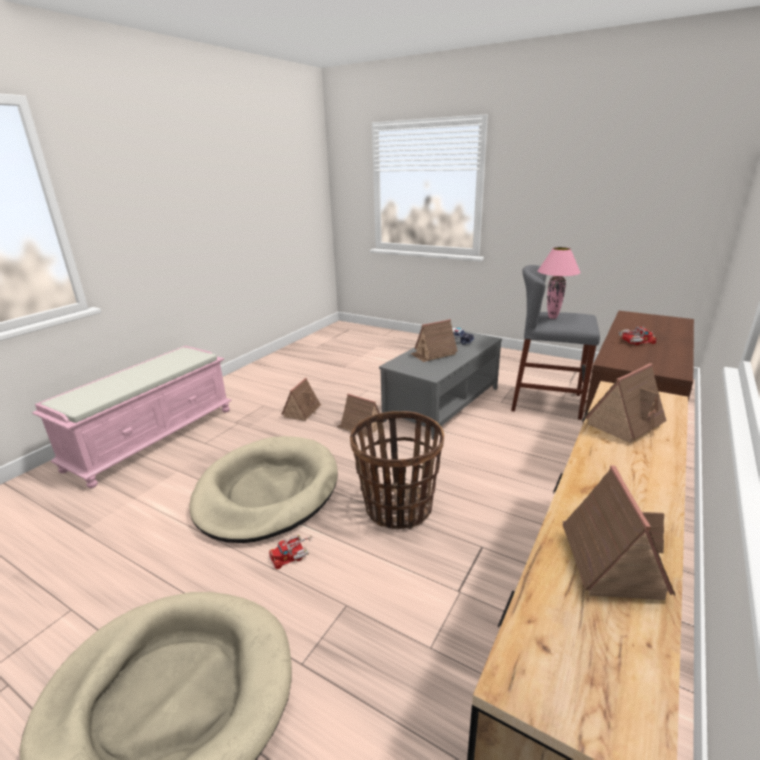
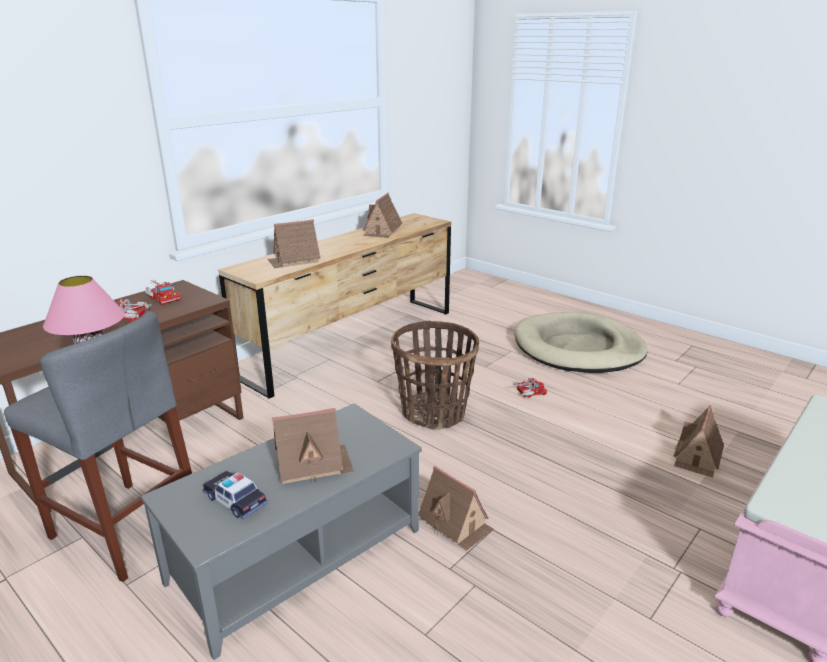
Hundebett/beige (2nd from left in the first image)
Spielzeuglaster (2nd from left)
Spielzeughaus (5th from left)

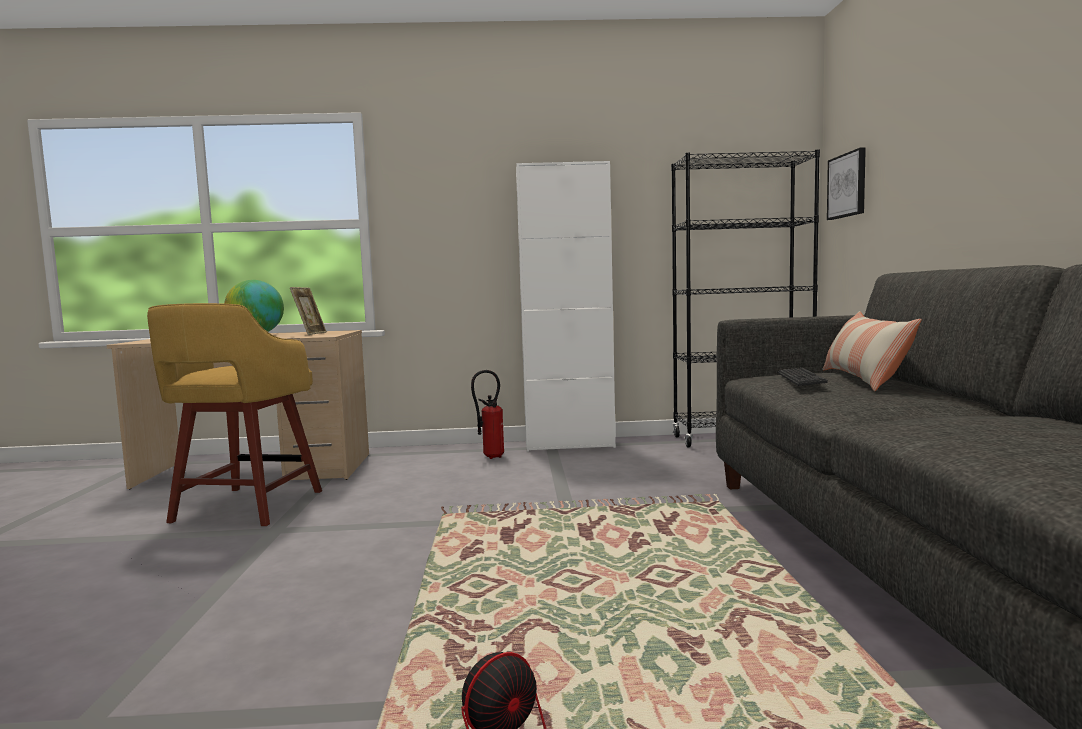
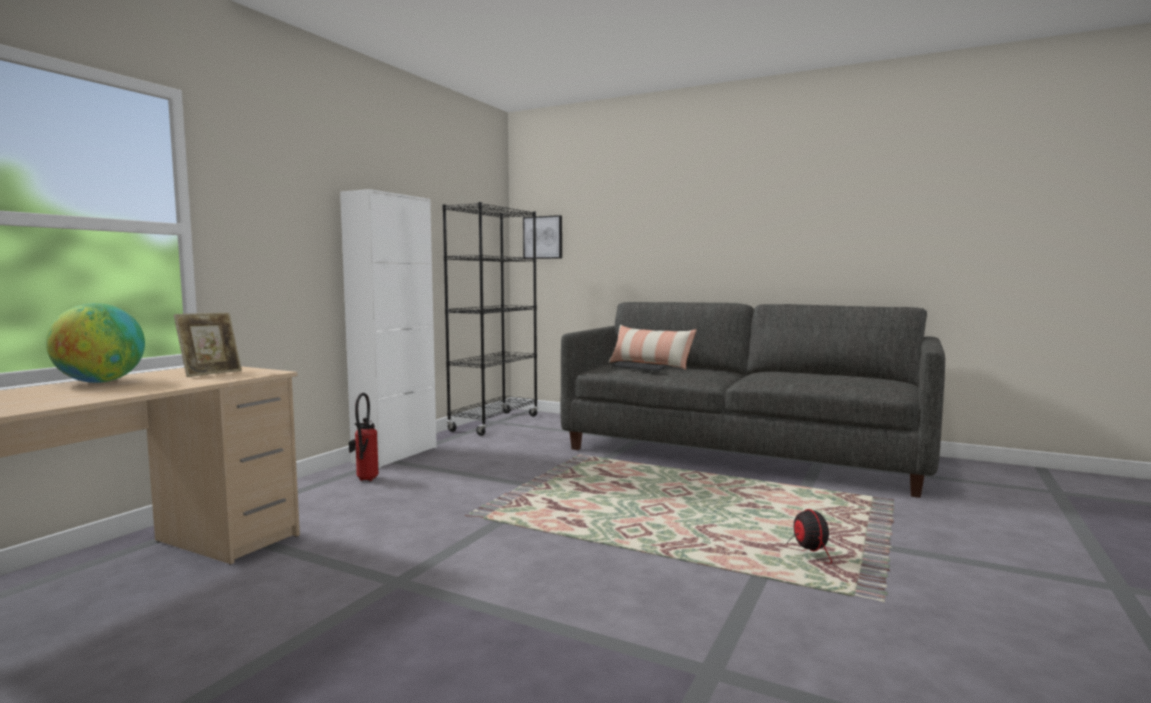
Hocker/gelb
Bilderrahmen

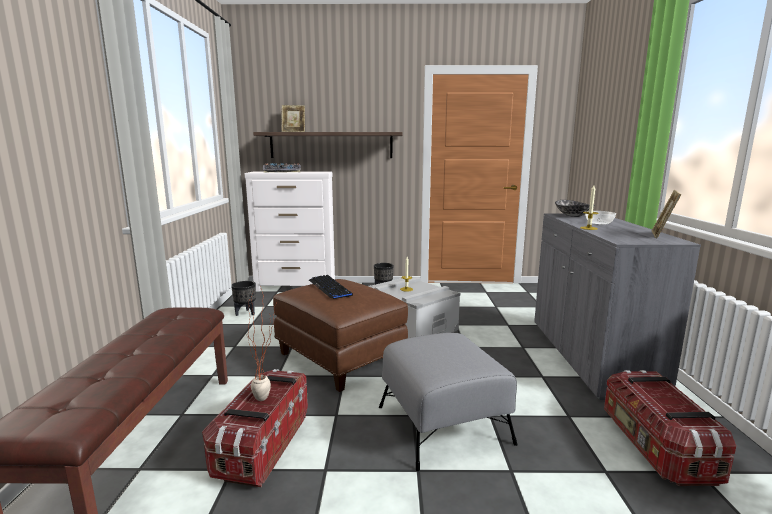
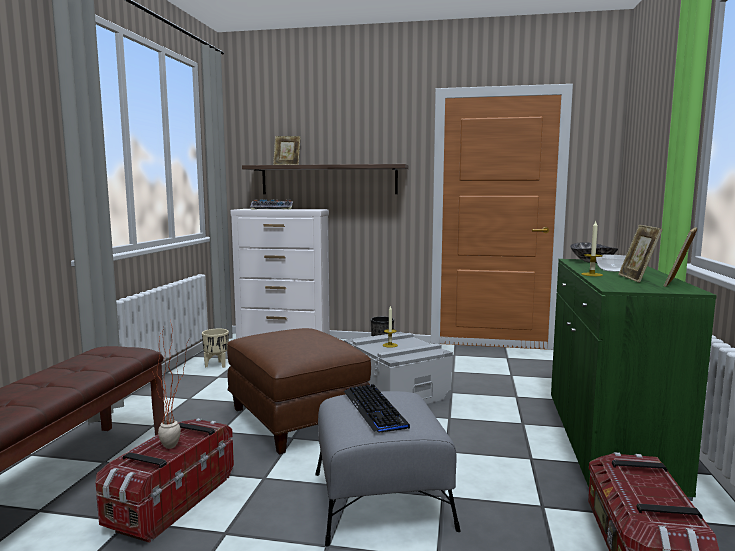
Bilderrahmen (2nd from left)
Tastatur (2nd from left)
Pflanzkübel/beige
Schrank/grün

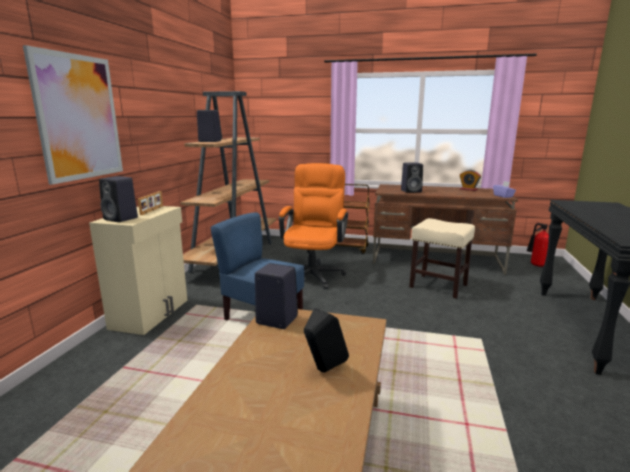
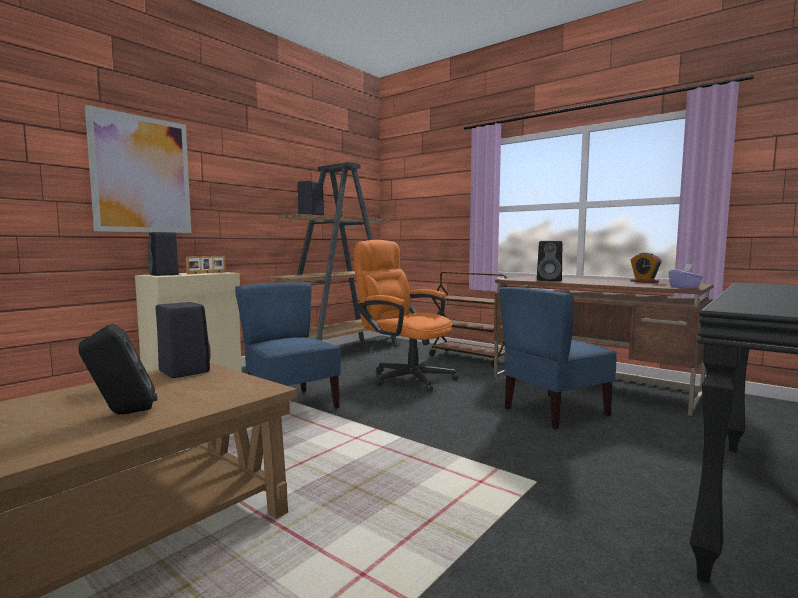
Feuerlöscher
Stuhl/blau (2nd from left)
Bürostuhl/orange

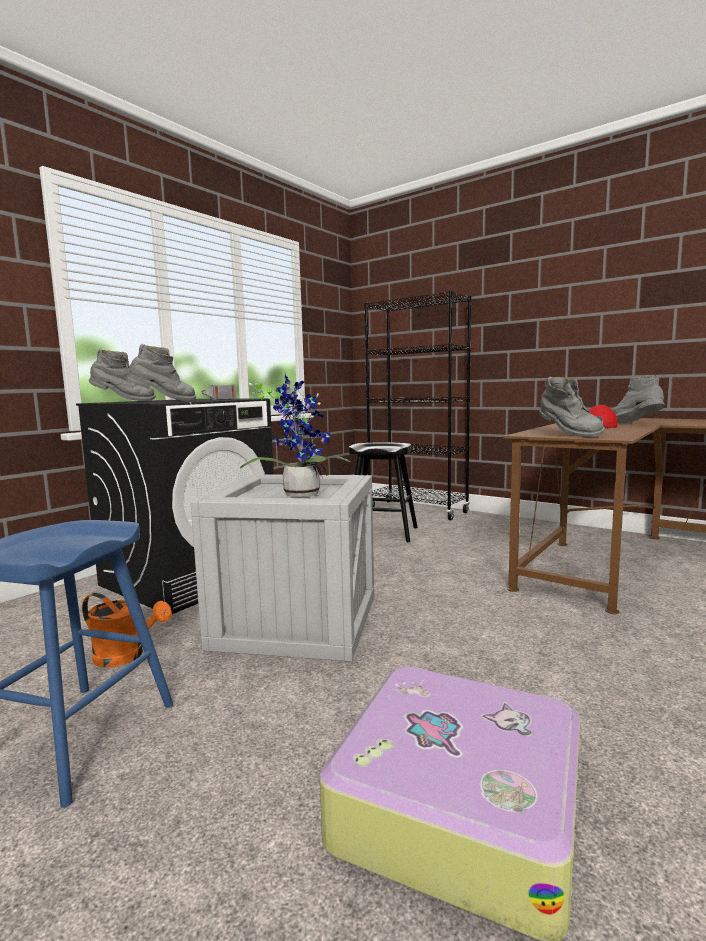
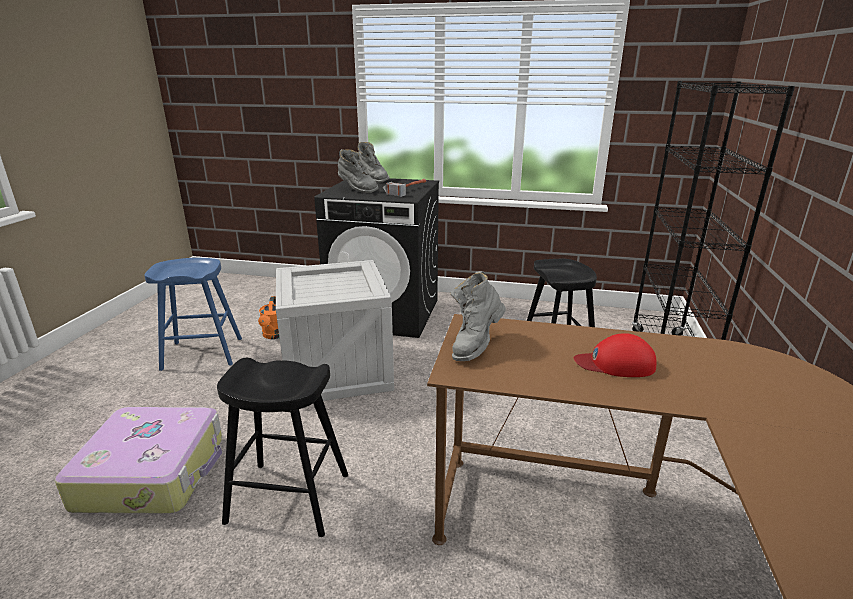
Topfpflanze
Stiefel/grau (4th from left in the first image)
Hocker/schwarz (1st from left)

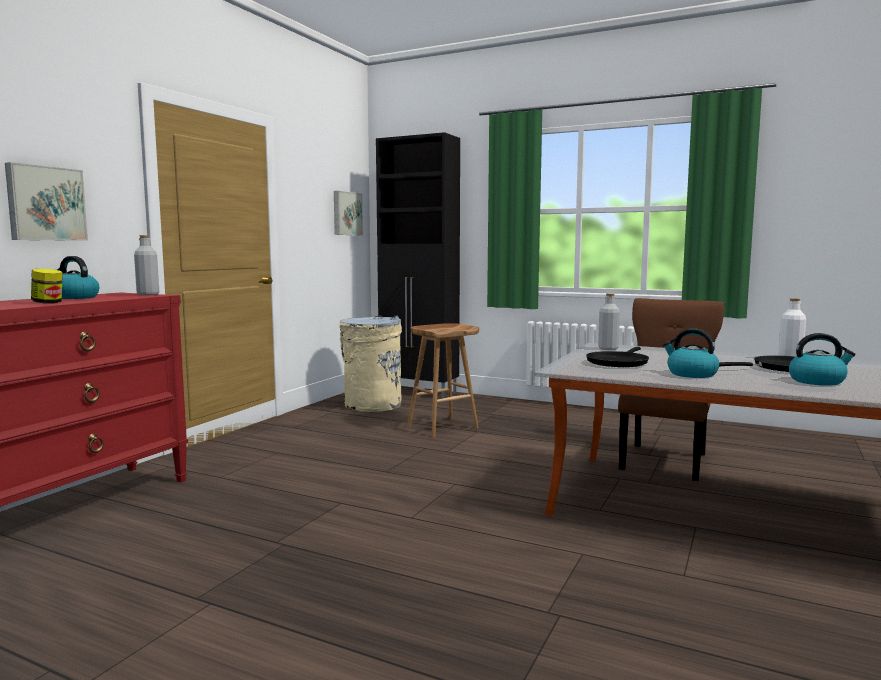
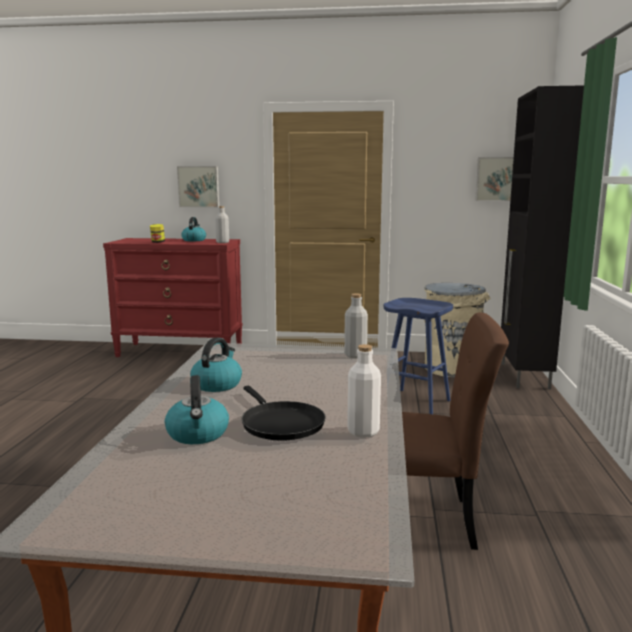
Pfanne/schwarz (1st from left in the first image)
Hocker/blau

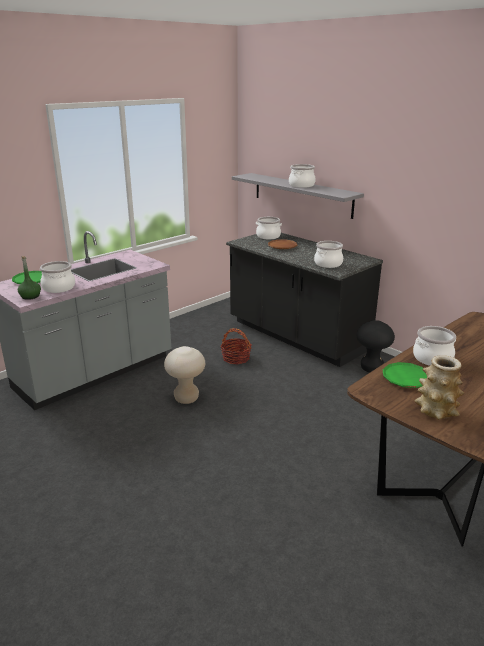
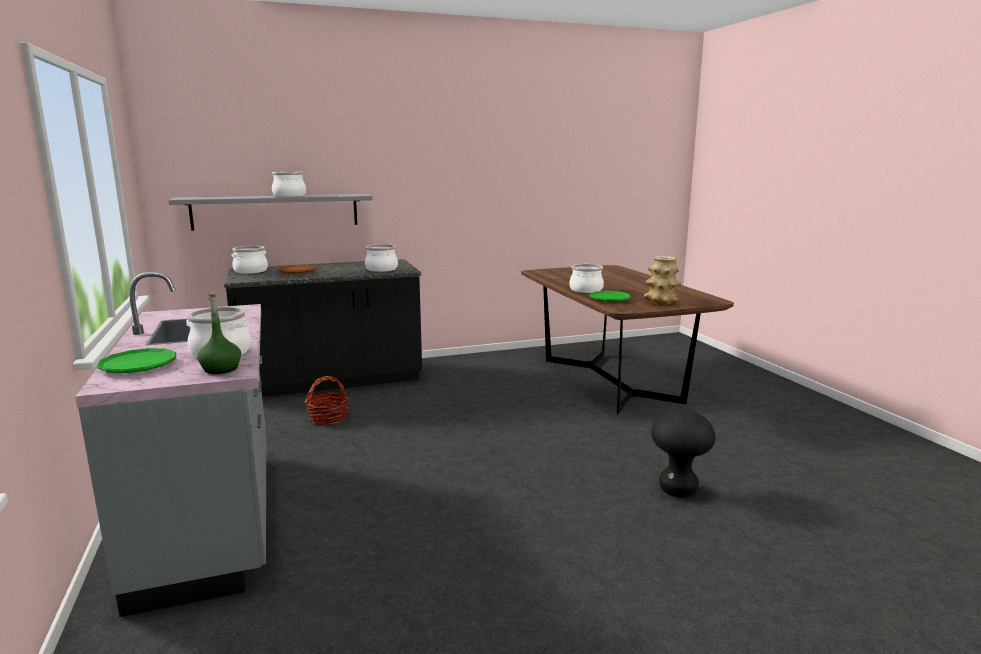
Hocker/beige
Hocker/schwarz

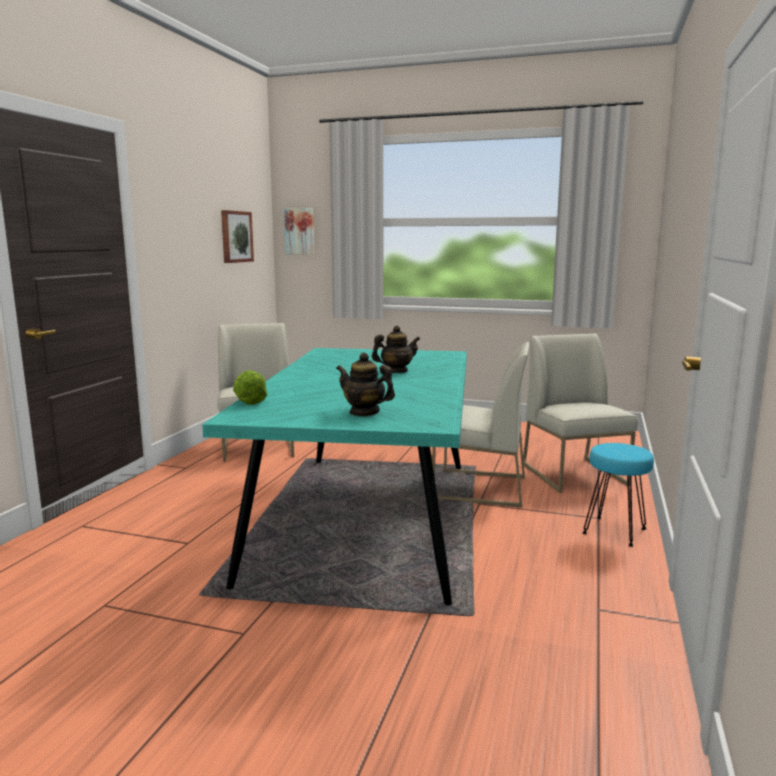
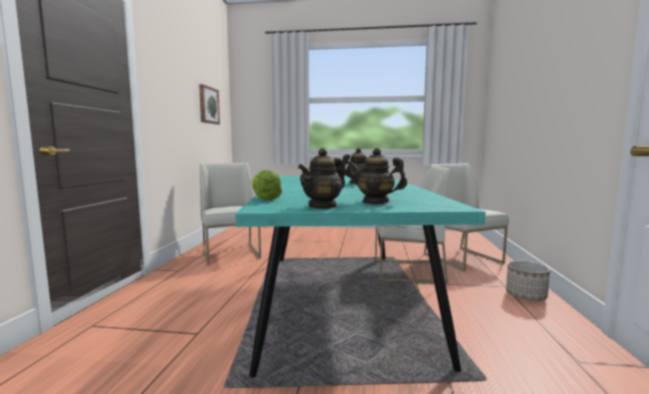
Bild (2nd from left in the first image)
Teekanne (1st from left)
Pflanzkübel

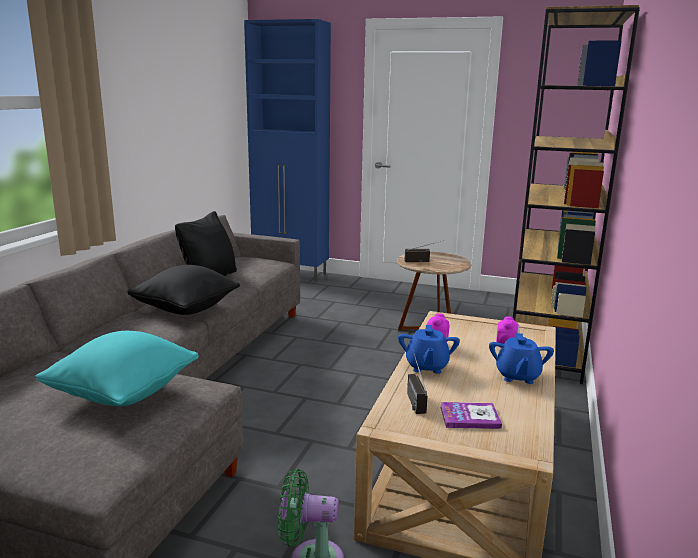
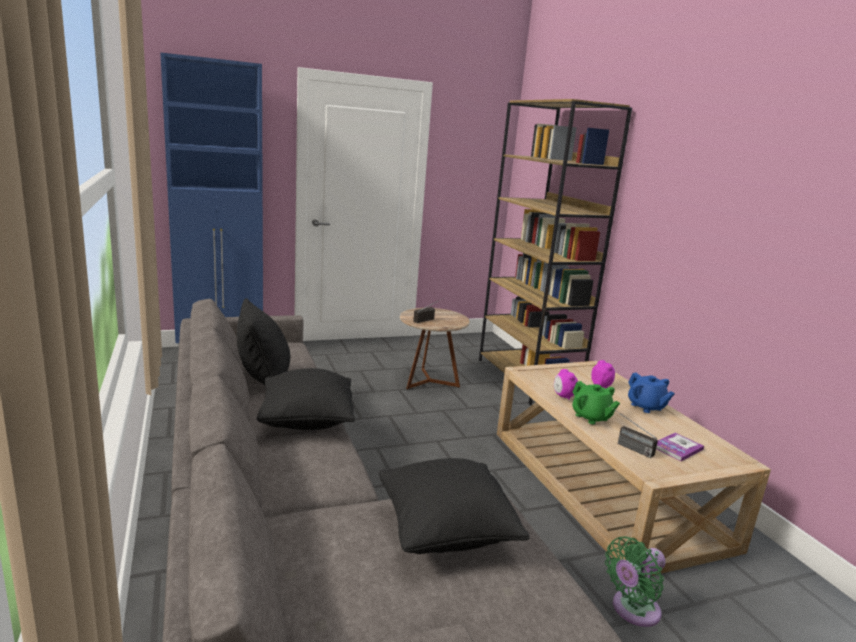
Kissen/schwarz (3rd from left)
Teekanne/grün

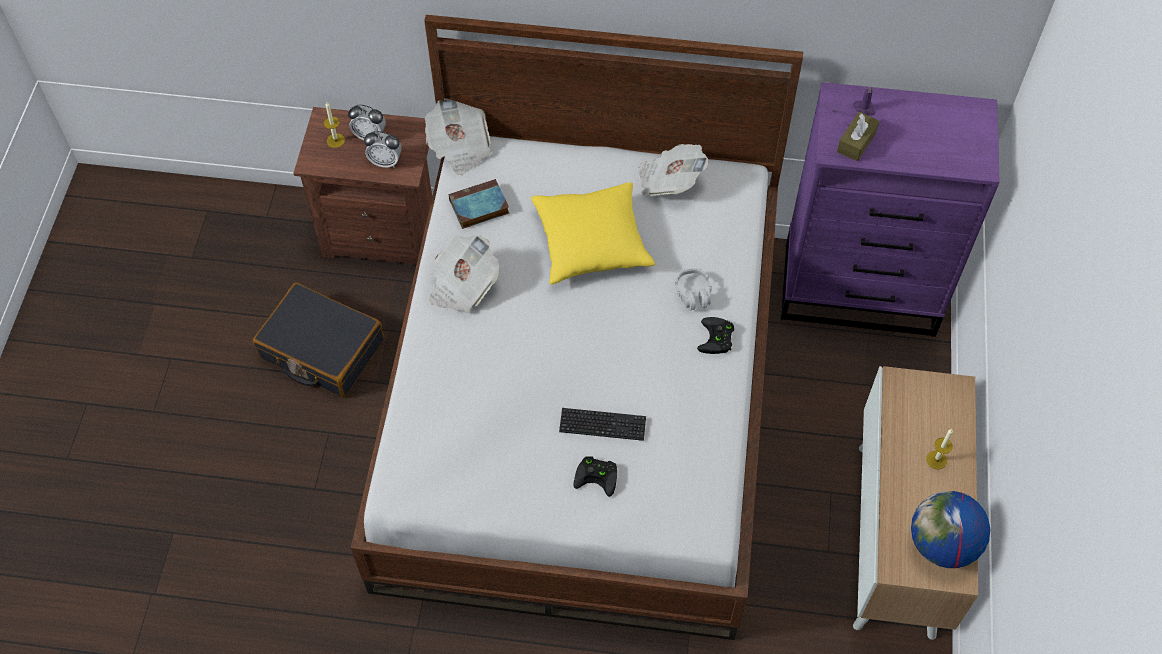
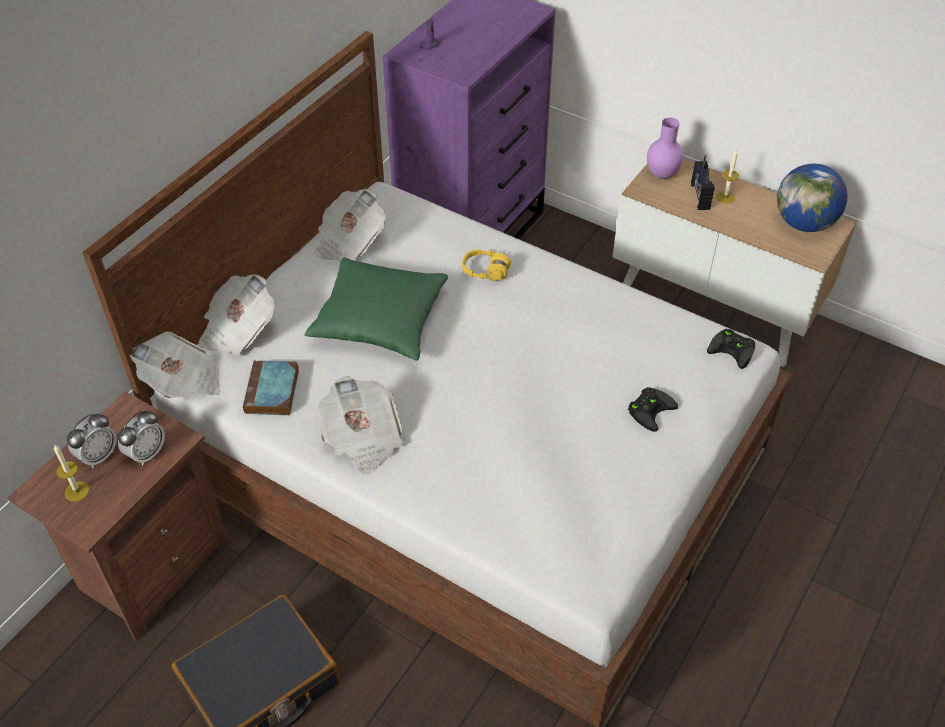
Tastatur
Taschentuchbox/braun
Zeitung (2nd from left)
Vase/lila
Radio
Gamepad/schwarz (2nd from left)
Kissen/grün
Kopfhörer/gelb

